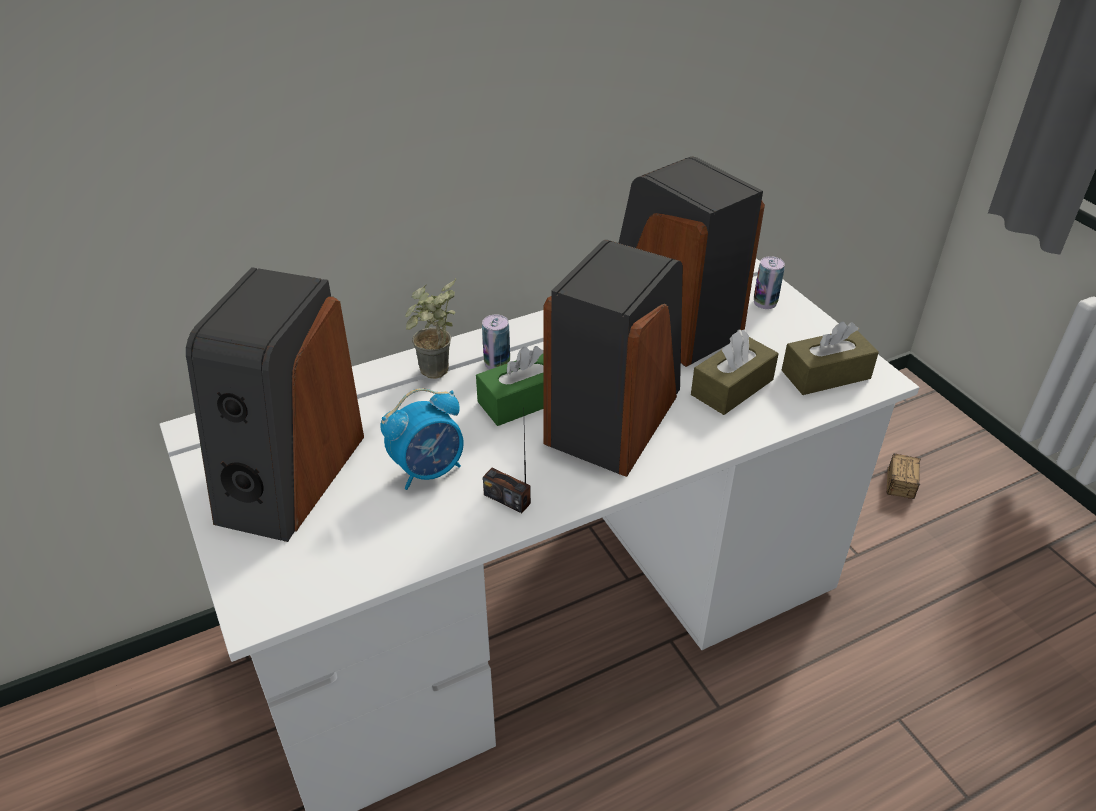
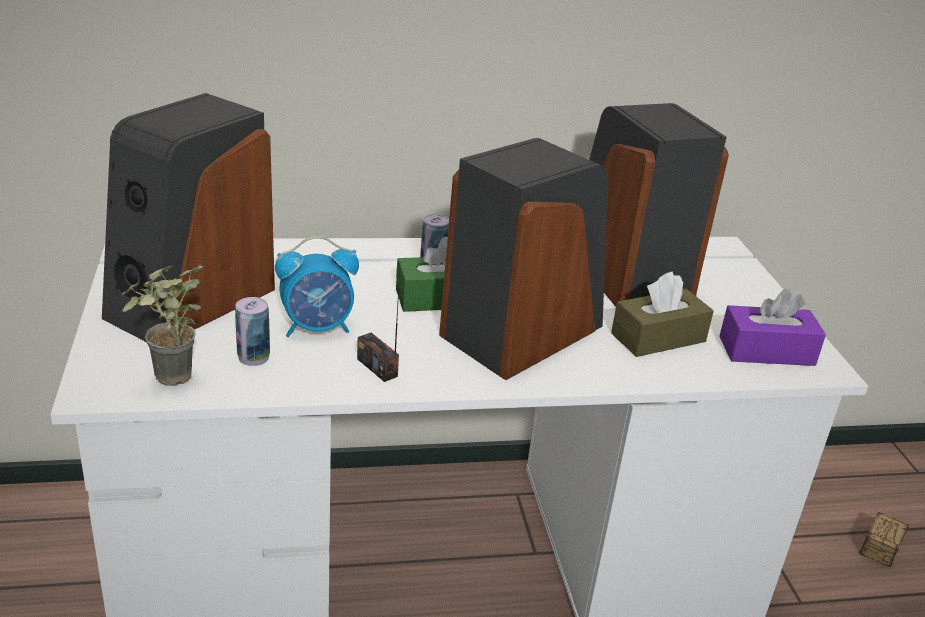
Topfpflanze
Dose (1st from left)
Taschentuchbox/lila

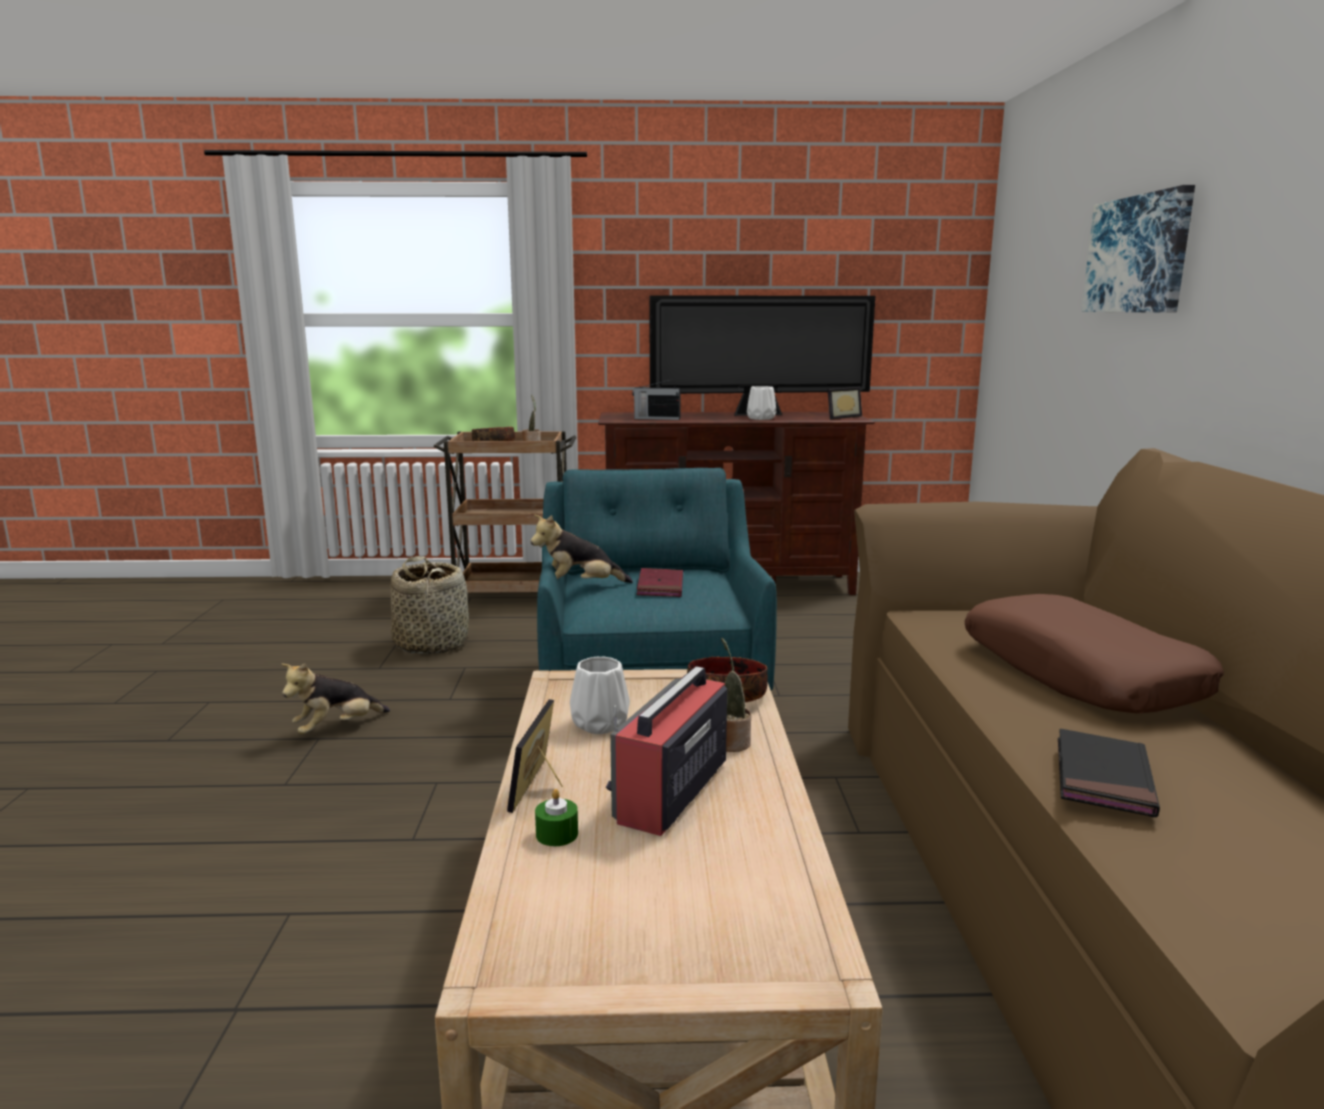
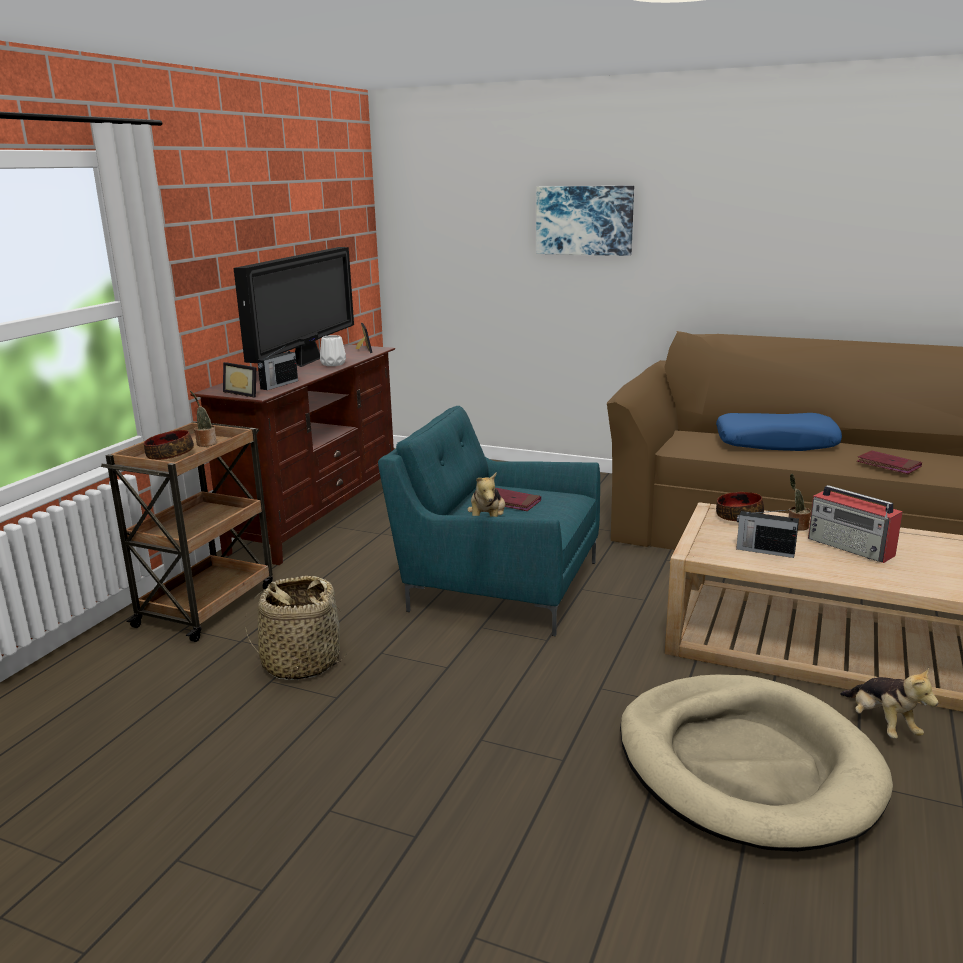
Kerze/grün
Hundebett/beige
Plüschtier (2nd from left)
Bilderrahmen (1st from left)
Radio (2nd from left)
Kissen/blau
Buch/rot (2nd from left)

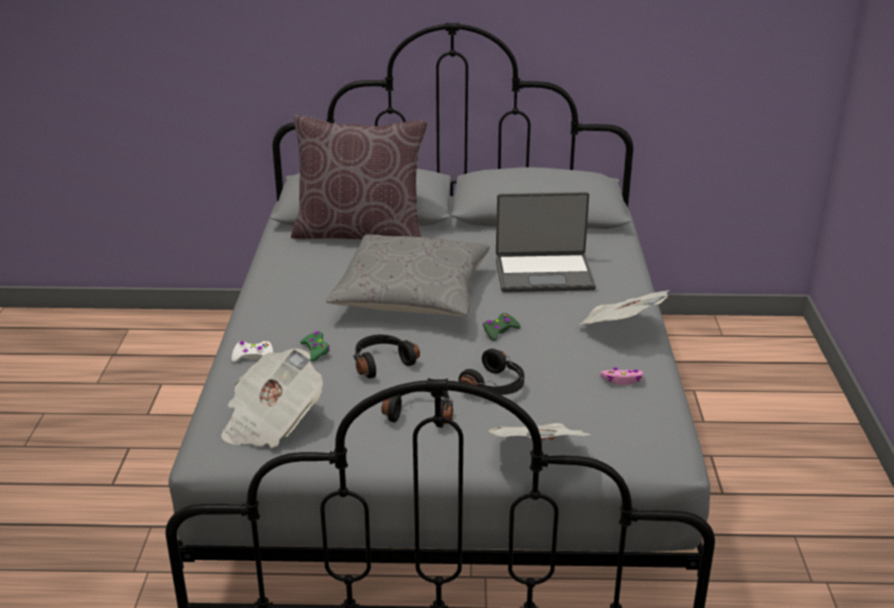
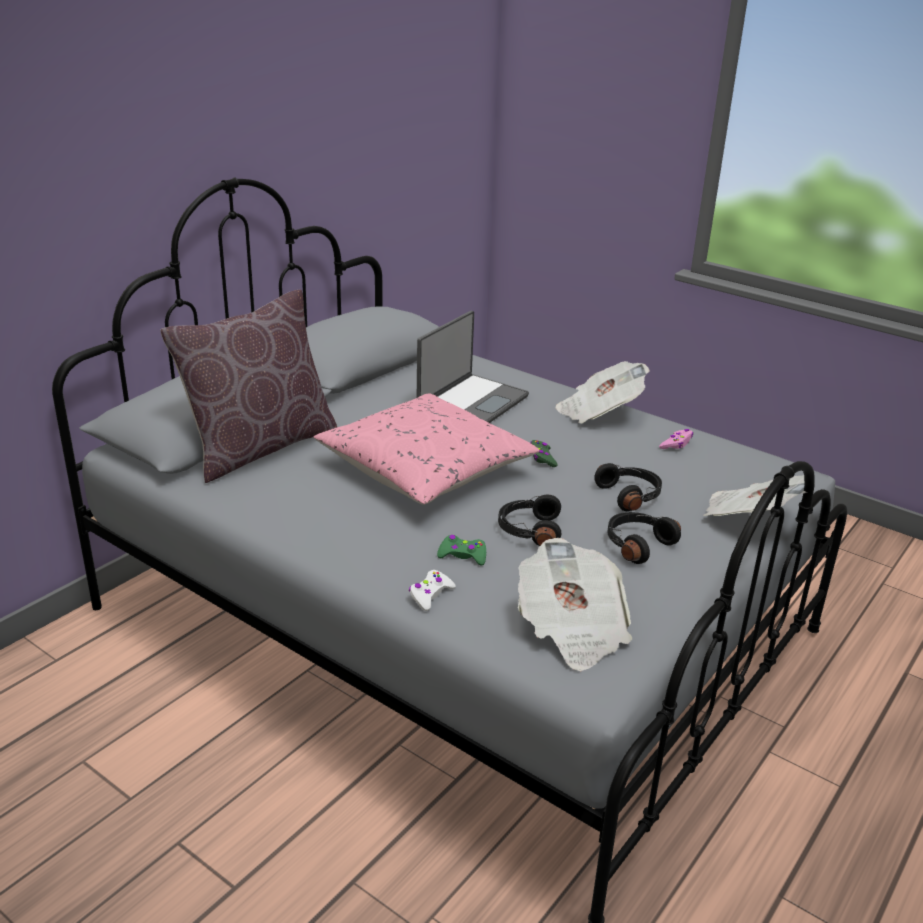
Kissen/rosa

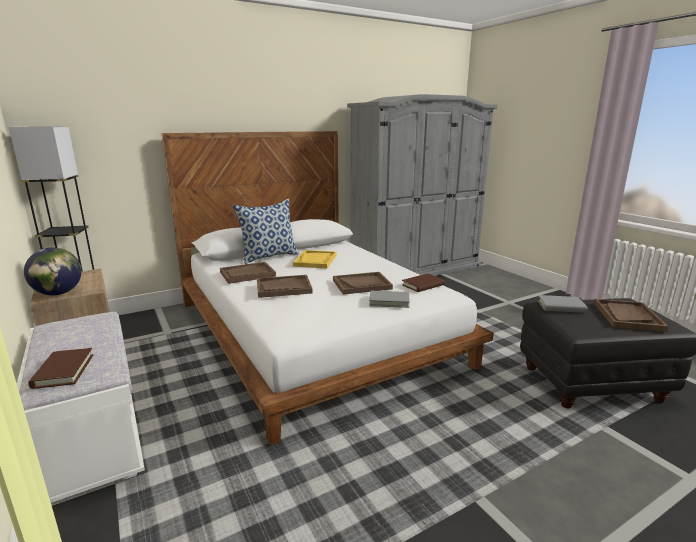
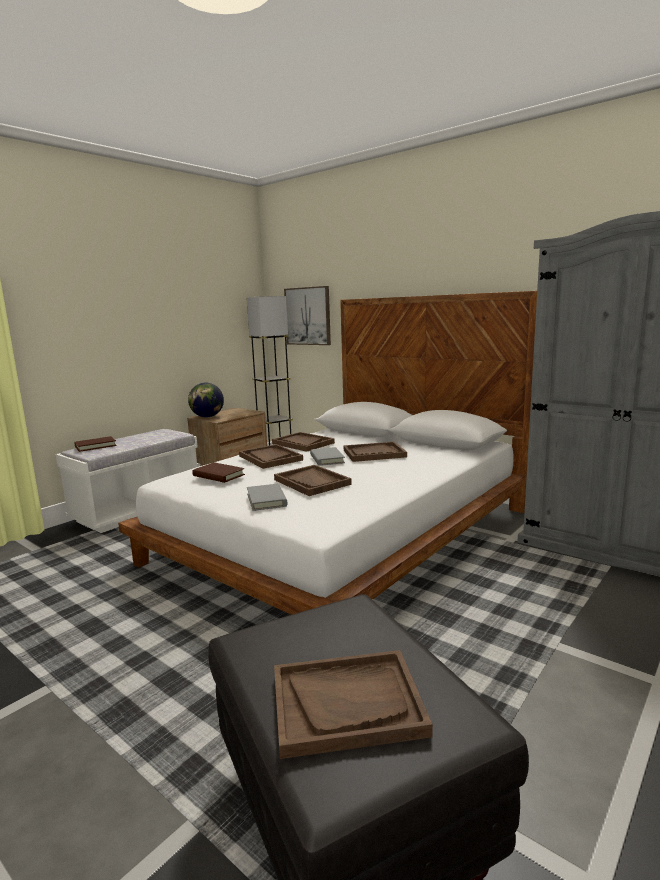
Kissen
Bild
Buch/braun (2nd from left)
Buch/grau (2nd from left)
Tablett/braun (5th from left)

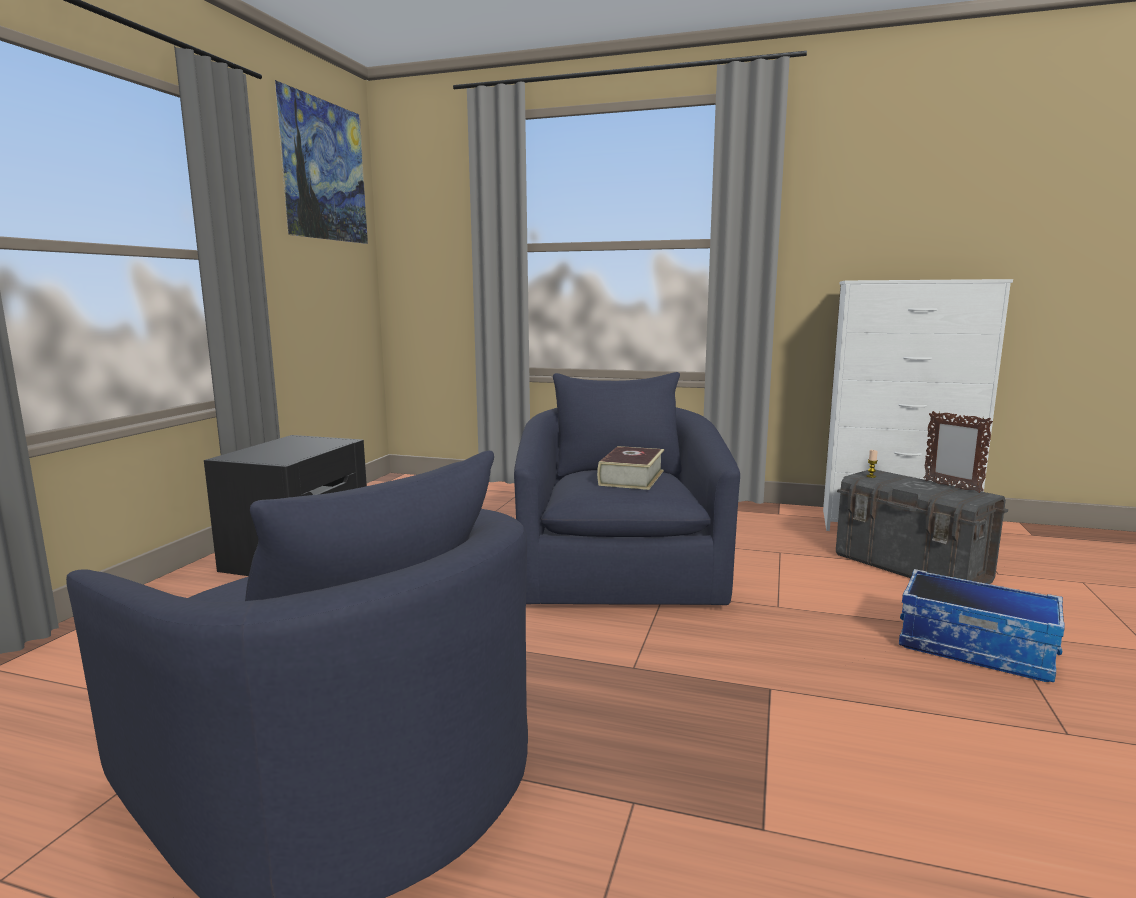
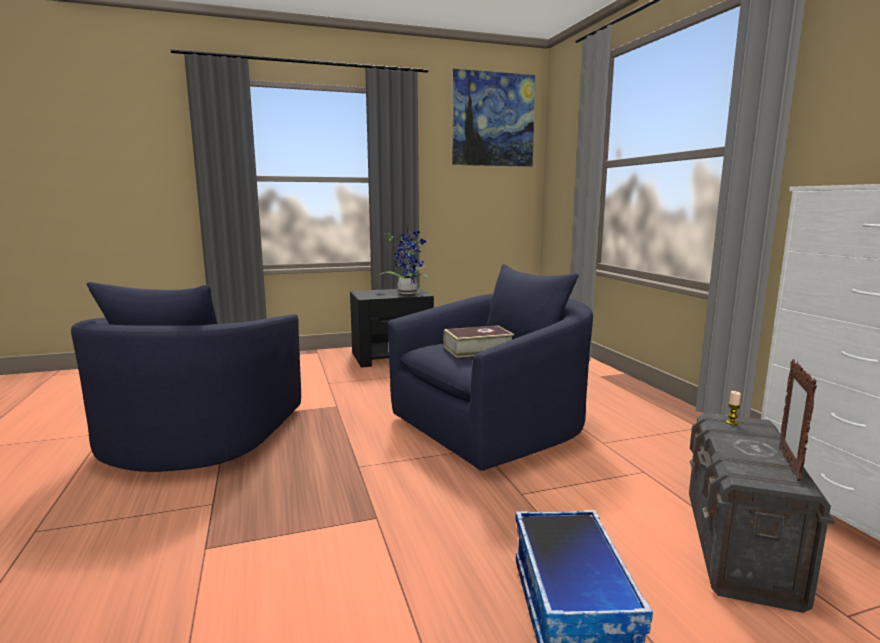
Topfpflanze

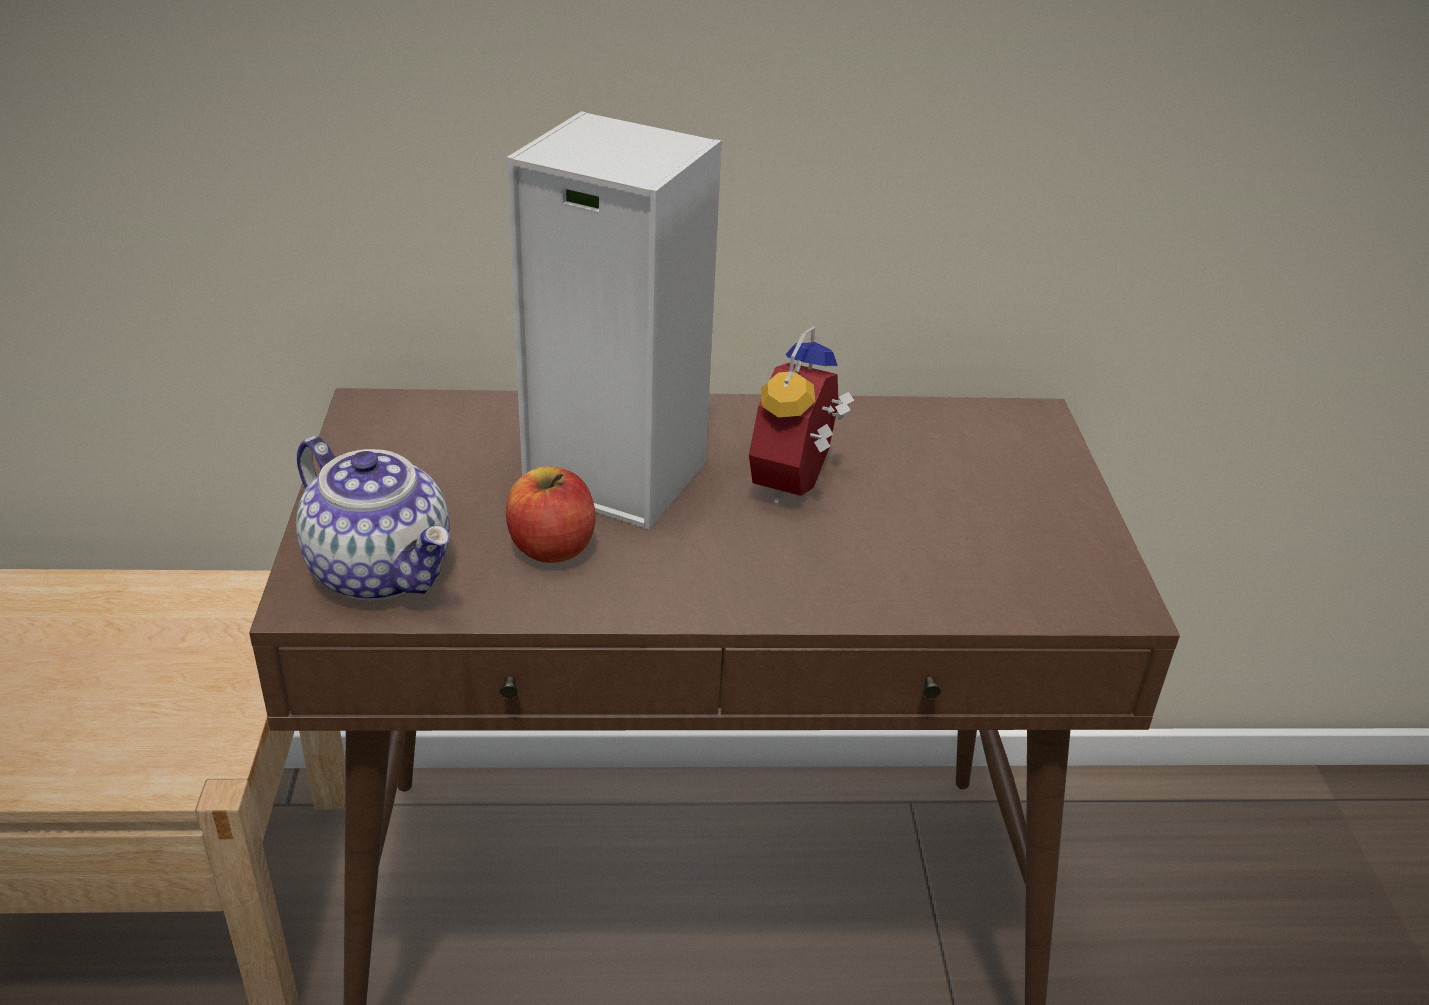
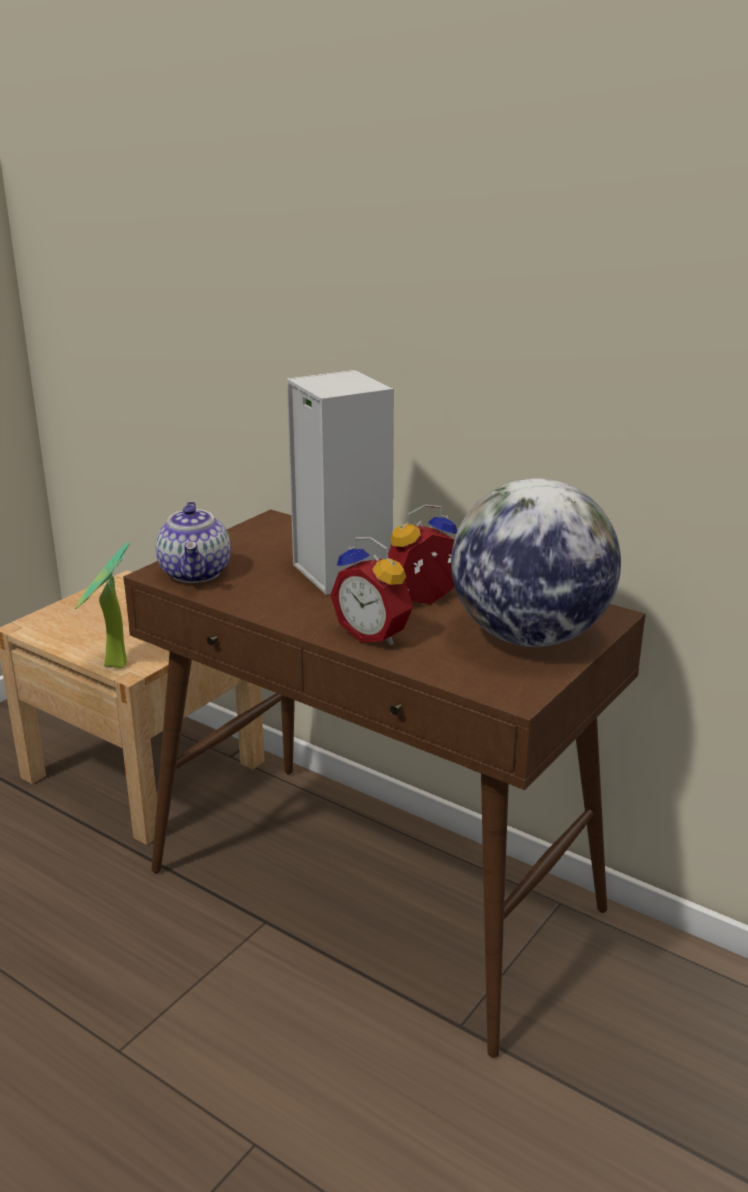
Apfel
Topfpflanze
Wecker (1st from left)
Globus

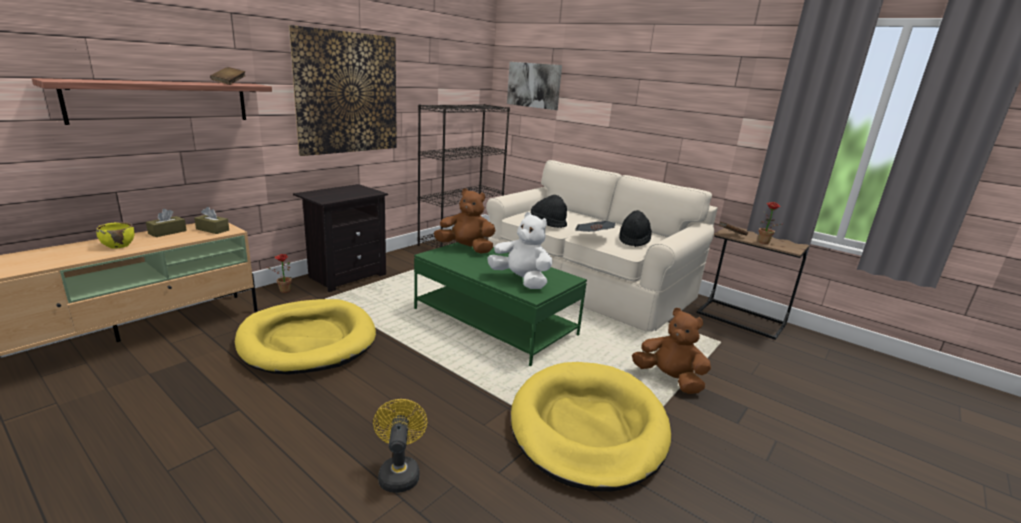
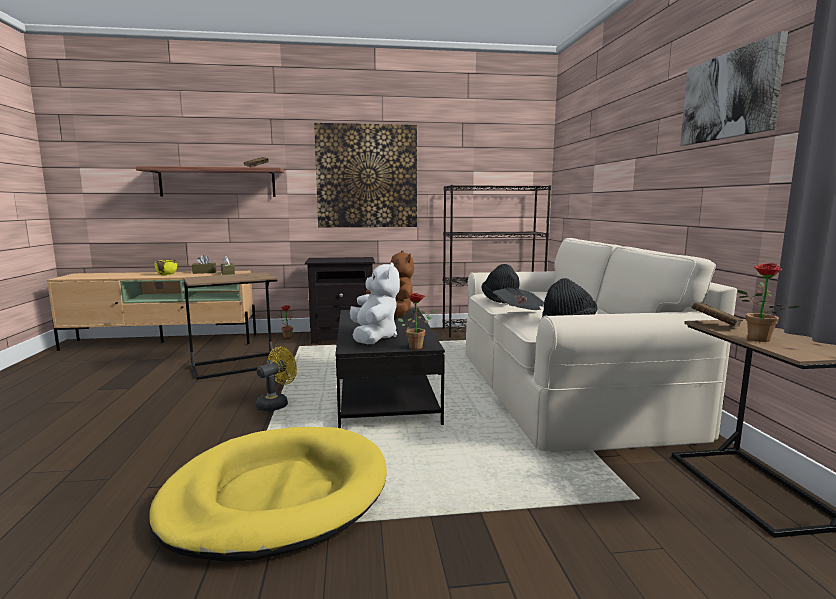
Plüschtier/braun (2nd from left in the first image)
Topfpflanze (2nd from left)
Ventilator/gelb
Bild (2nd from left)
Beistelltisch/braun (1st from left)
Couchtisch/schwarz

